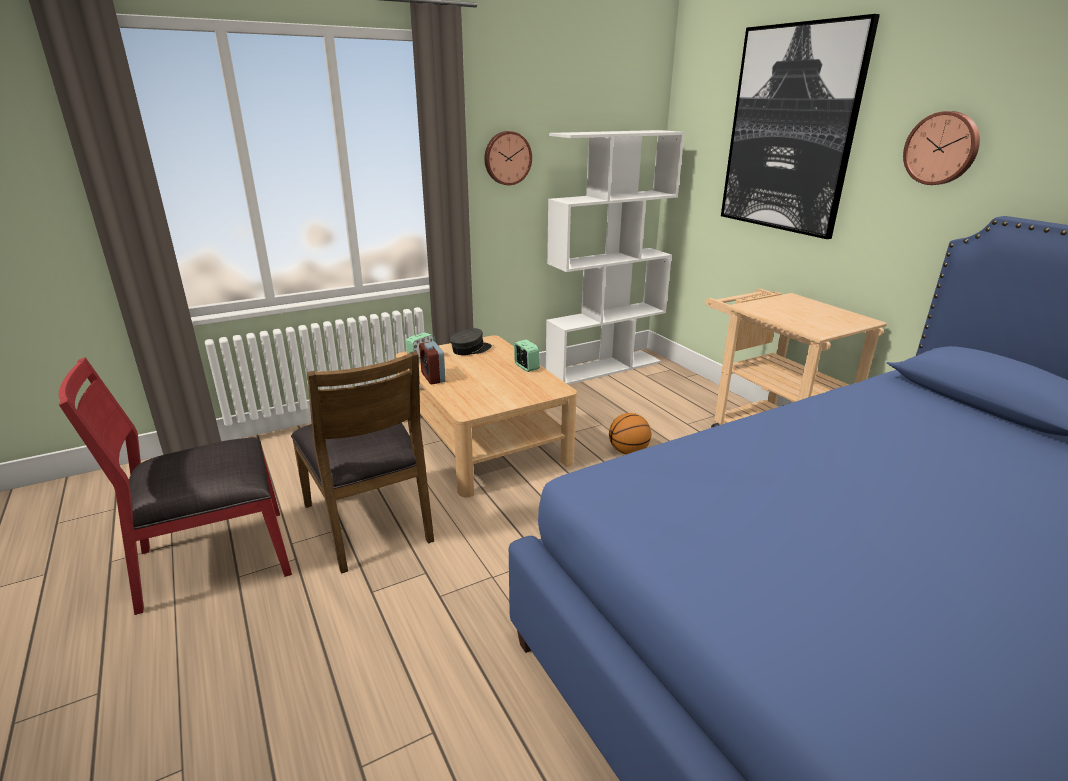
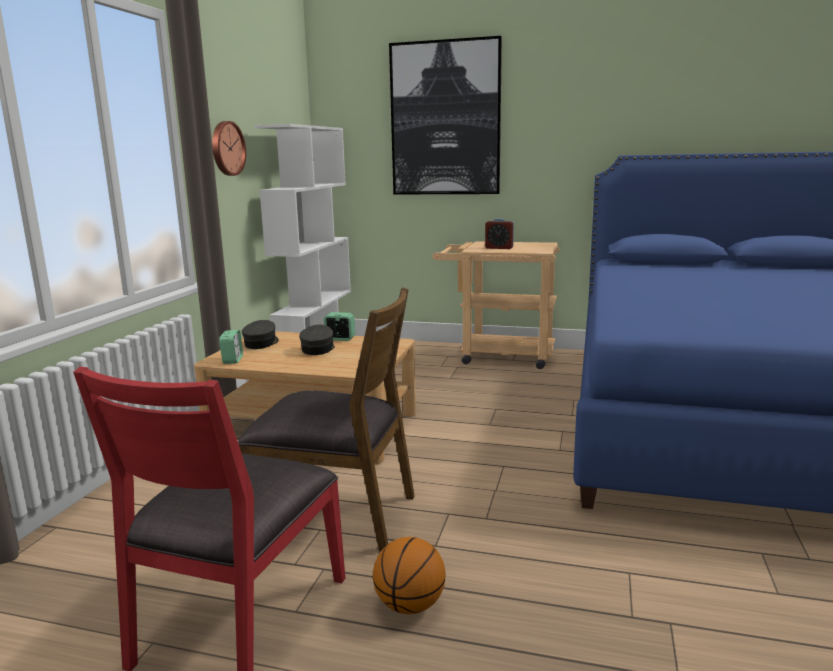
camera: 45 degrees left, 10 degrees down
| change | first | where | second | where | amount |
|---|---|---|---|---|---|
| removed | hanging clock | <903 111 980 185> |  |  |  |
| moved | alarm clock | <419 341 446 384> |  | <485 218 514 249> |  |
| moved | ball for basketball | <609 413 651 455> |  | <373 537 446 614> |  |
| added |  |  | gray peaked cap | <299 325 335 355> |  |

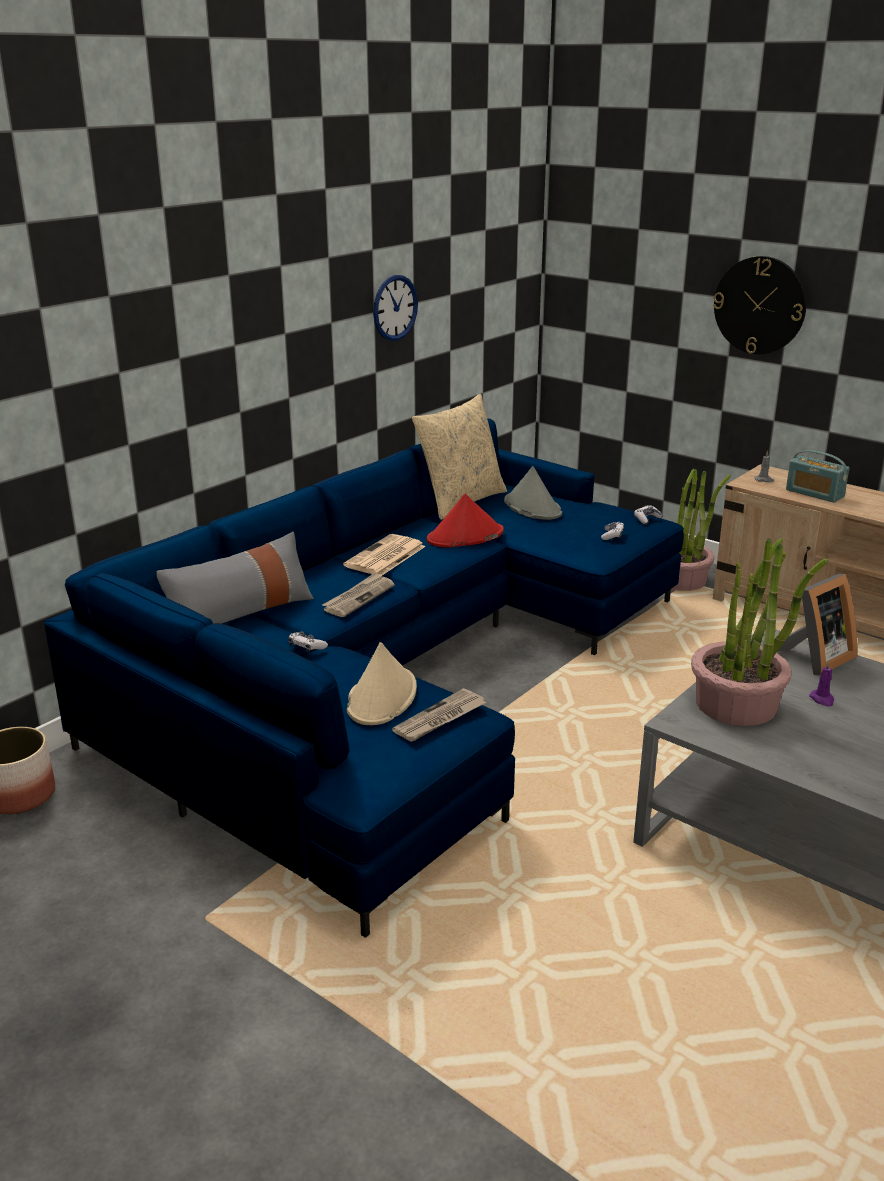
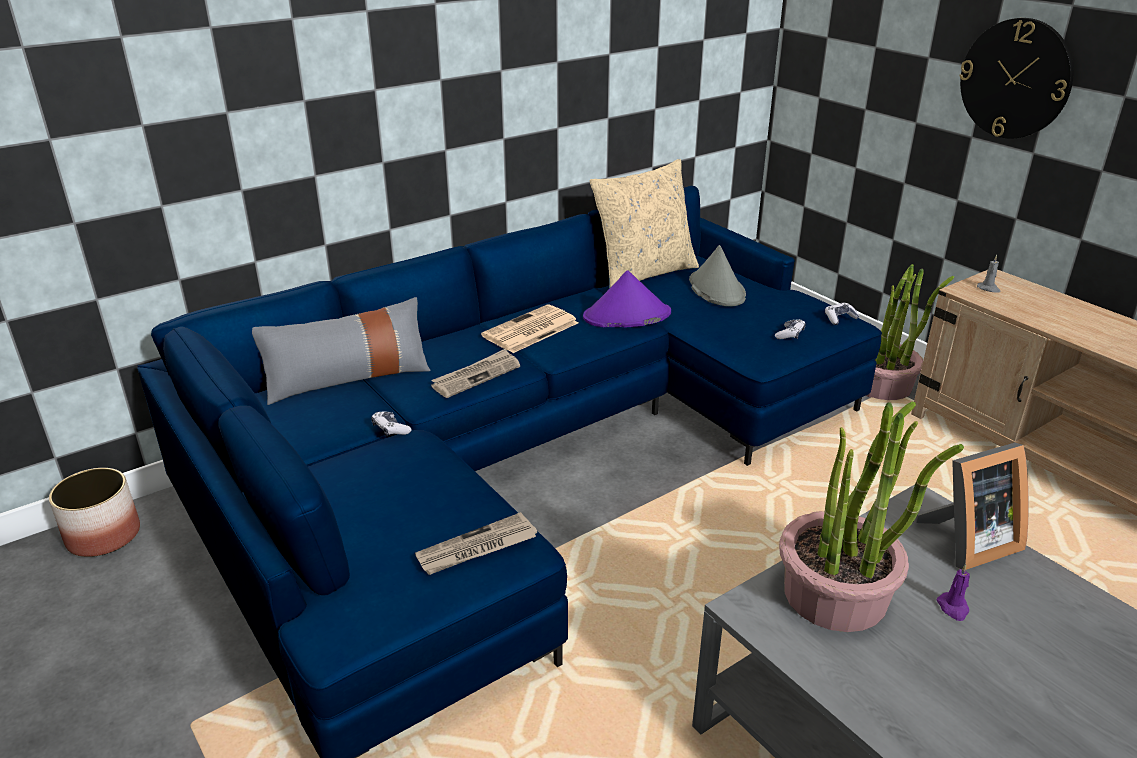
camera: 15 degrees right, 5 degrees up
| change | first | where | second | where | amount |
|---|---|---|---|---|---|
| removed | hanging clock | <373 275 418 341> |  |  |  |
| removed | radio receiver | <786 450 850 503> |  |  |  |
| recoloured | red hat | <427 494 504 548> | purplish hat | <583 271 671 327> |  |
| removed | beige-coloured hat | <347 642 417 725> |  |  |  |

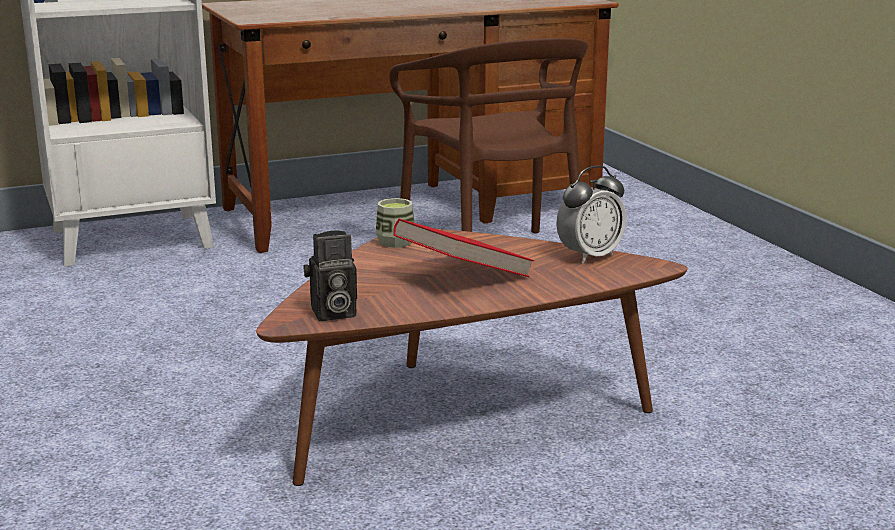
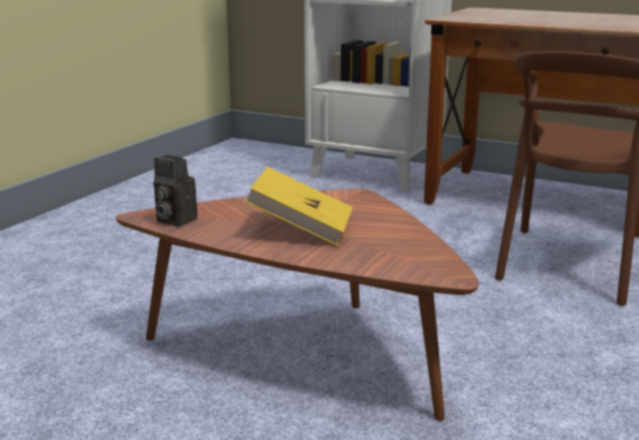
camera: 50 degrees right, 0 degrees up
| change | first | where | second | where | amount |
|---|---|---|---|---|---|
| removed | alarm clock | <556 166 626 263> |  |  |  |
| removed | drinking cup | <376 198 415 248> |  |  |  |
| recoloured | red volume | <393 219 534 277> | yellowish volume | <244 167 353 246> |  |

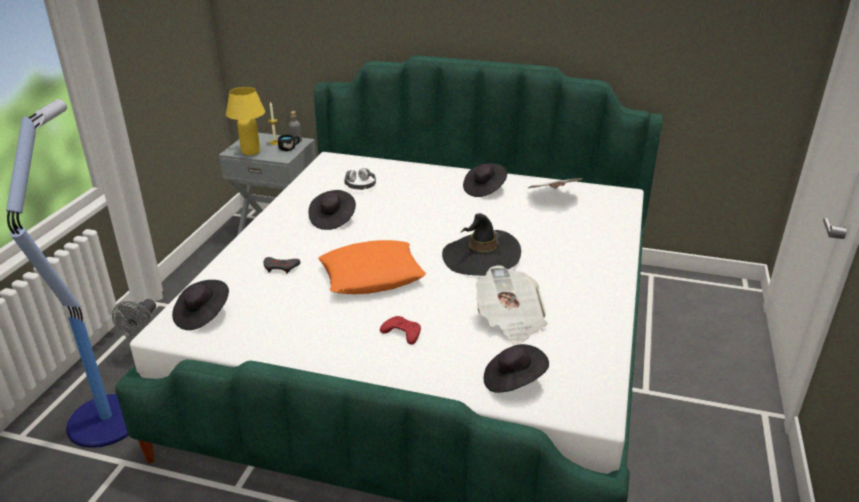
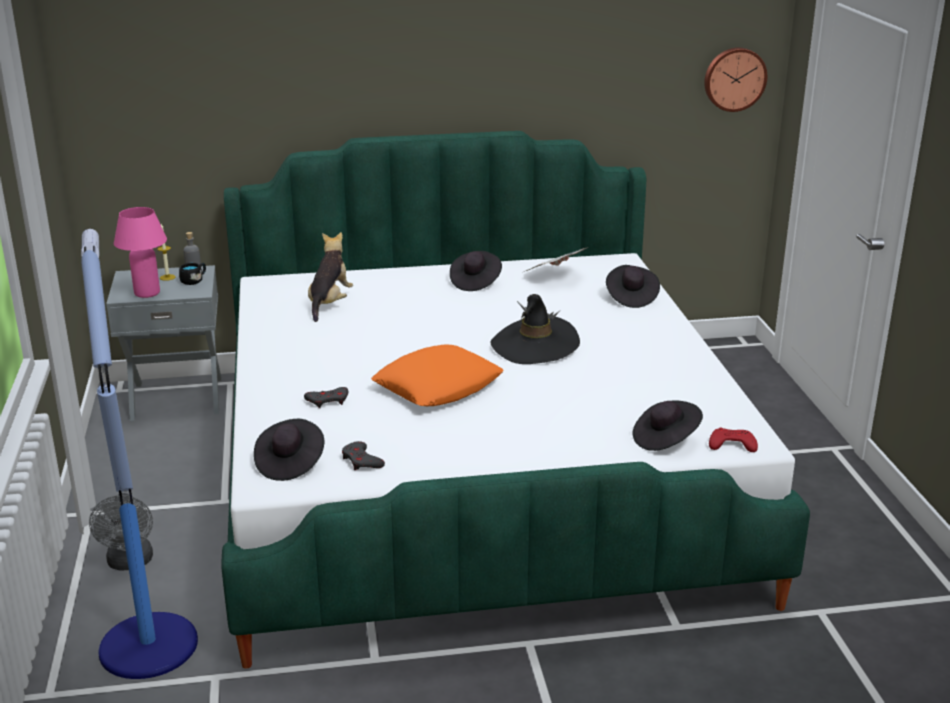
camera: 25 degrees left, 5 degrees down
| change | first | where | second | where | amount |
|---|---|---|---|---|---|
| recoloured | yellowish tabletop lamp | <226 87 265 155> | pink tabletop lamp | <114 207 167 298> |  |
| replaced | pair of headphones | <344 168 376 190> | cuddly toy | <308 232 353 322> |  |
| moved | black hat | <309 190 356 230> |  | <606 265 660 308> |  |
| removed | newspaper | <476 265 548 345> |  |  |  |
| moved | red game controller | <380 316 421 345> |  | <709 428 758 452> |  |
| added |  |  | hanging clock | <704 47 767 112> |  |
| added |  |  | gray game controller | <342 441 385 470> |  |

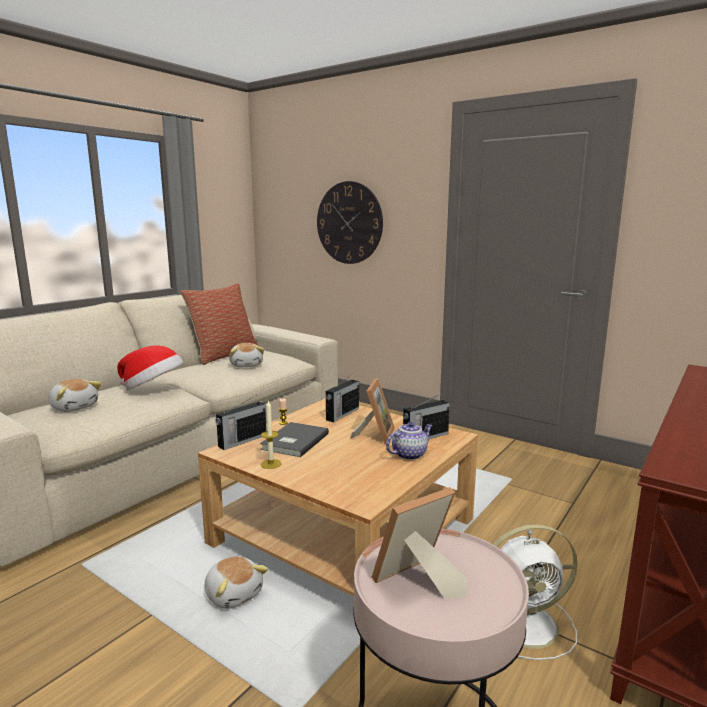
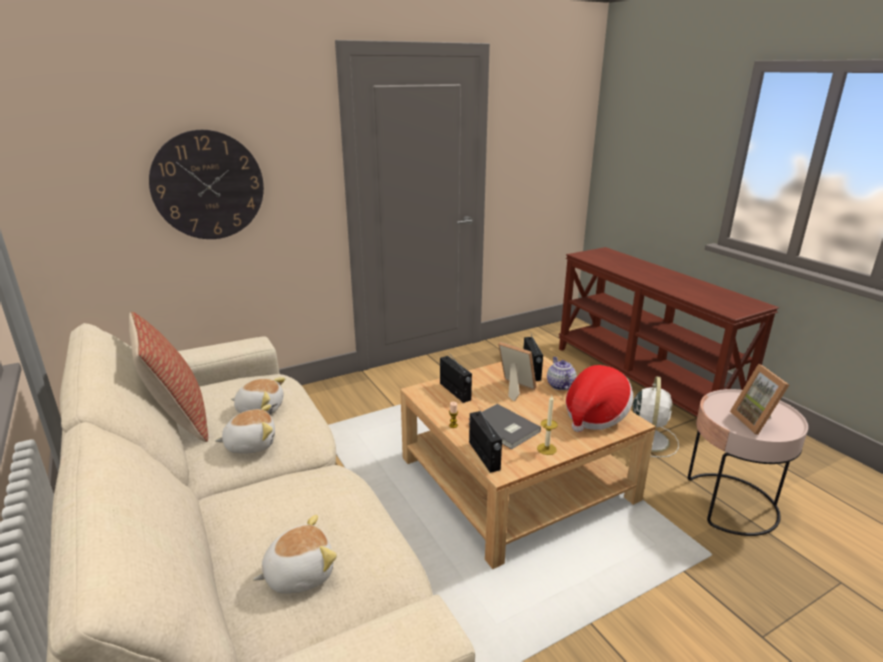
camera: 65 degrees left, 10 degrees up
| change | first | where | second | where | amount |
|---|---|---|---|---|---|
| moved | hat | <117 345 184 390> |  | <566 365 633 432> |  |
| moved | cuddly toy | <205 556 268 609> |  | <215 404 275 454> |  |

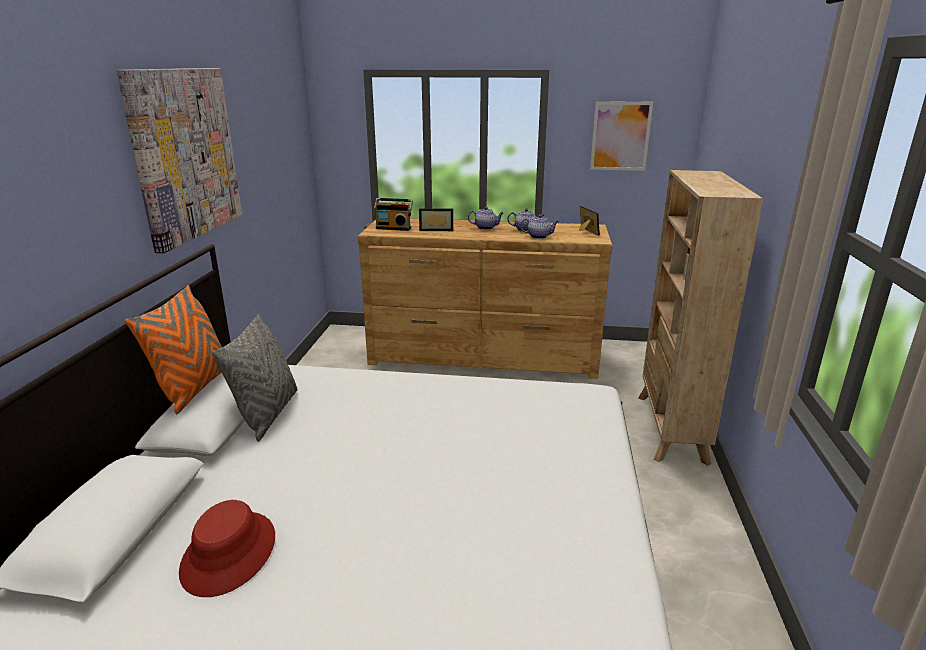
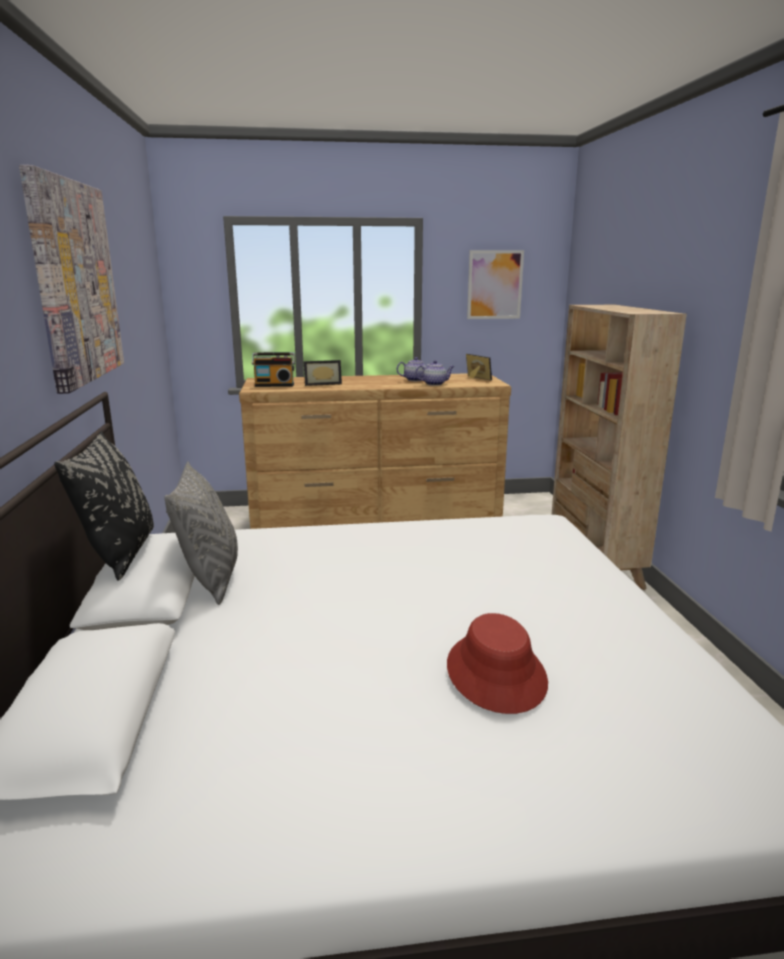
camera: 15 degrees left, 5 degrees down
| change | first | where | second | where | amount |
|---|---|---|---|---|---|
| removed | tea pot | <468 207 504 230> |  |  |  |
| recoloured | orangey pillow | <125 285 222 414> | black pillow | <54 431 154 581> |  |
| moved | red hat | <179 500 275 597> |  | <447 613 548 714> |  |

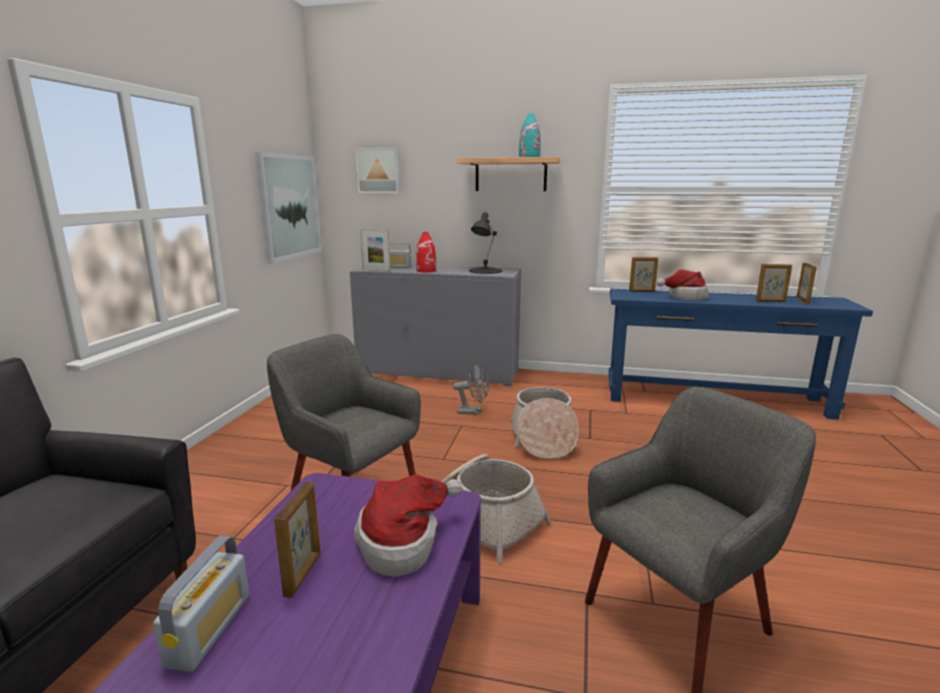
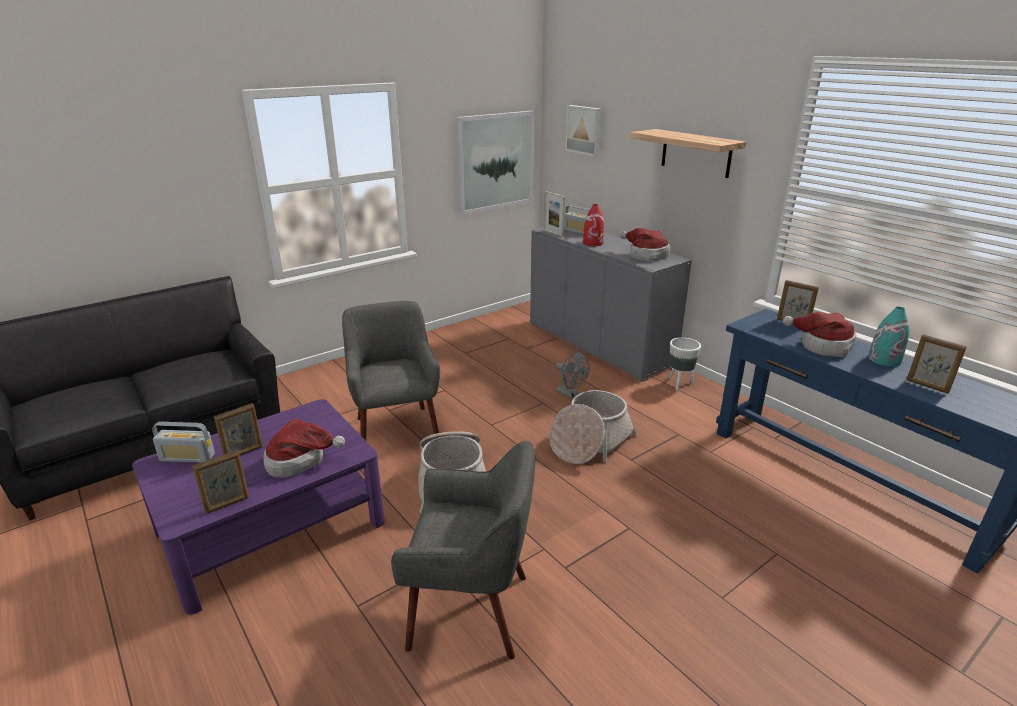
camera: 40 degrees right, 10 degrees up
| change | first | where | second | where | amount |
|---|---|---|---|---|---|
| moved | turquoise vase | <519 113 541 157> |  | <868 307 909 367> |  |
| replaced | black tabletop lamp | <469 212 502 274> | hat | <620 228 671 262> |  |
| moved | photo frame | <796 263 816 304> |  | <192 450 249 514> |  |
| turned | radio receiver | <153 536 249 672> |  | <152 422 215 463> | 45 degrees clockwise |
| added |  |  | white-coloured plant pot | <669 337 701 390> |  |

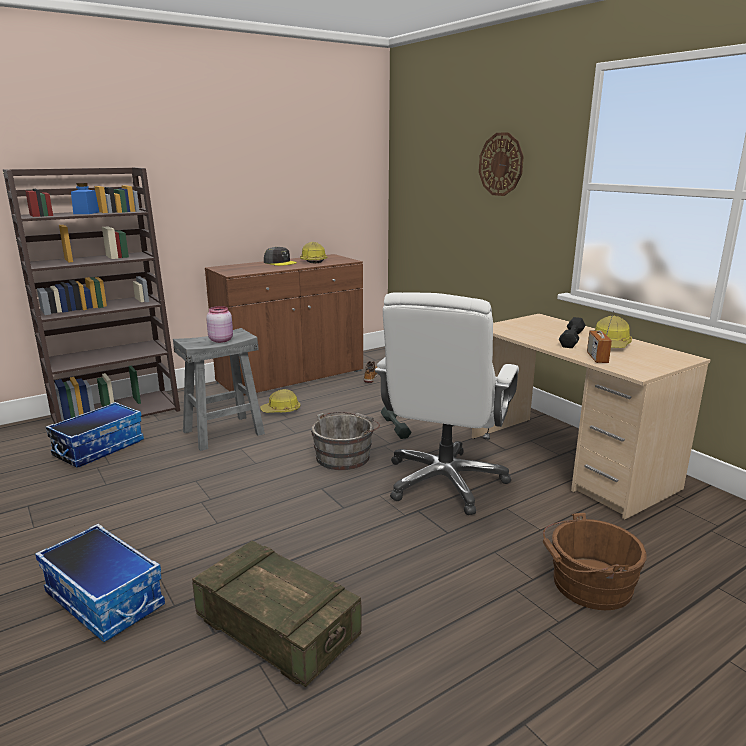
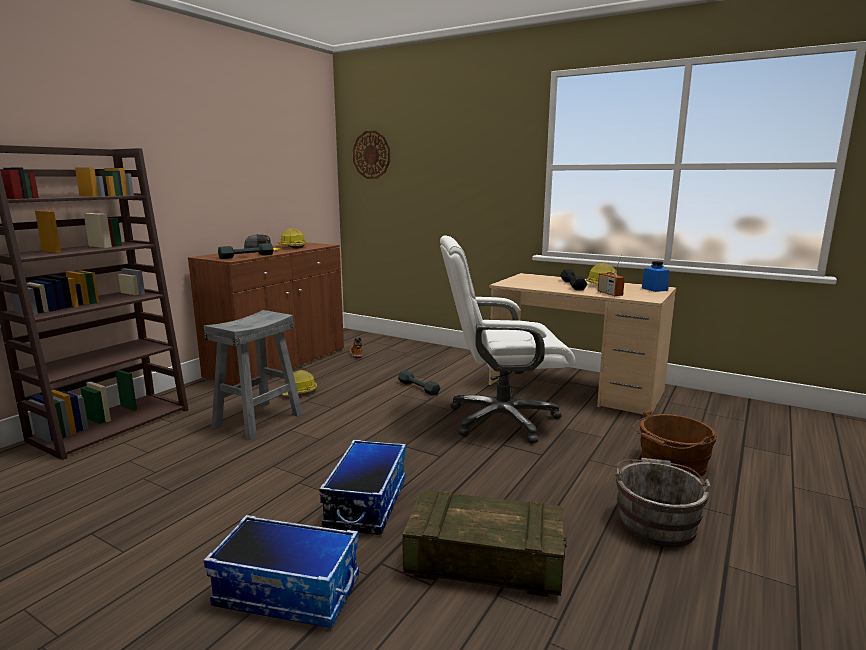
camera: 25 degrees left, 5 degrees down
| change | first | where | second | where | amount |
|---|---|---|---|---|---|
| moved | hanging clock | <479 132 524 196> |  | <353 131 390 179> |  |
| moved | blue-coloured storage jar | <71 183 99 214> |  | <642 261 669 292> |  |
| turned | white-coloured computer chair | <375 292 519 515> |  | <440 235 575 443> | 90 degrees clockwise |
| removed | pink storage jar | <206 306 233 343> |  |  |  |
| moved | storage container | <46 402 144 468> |  | <319 440 406 535> |  |
| moved | gray water bucket | <311 412 380 470> |  | <615 458 710 547> |  |
| added |  |  | gray free weight | <218 243 273 259> |  |

